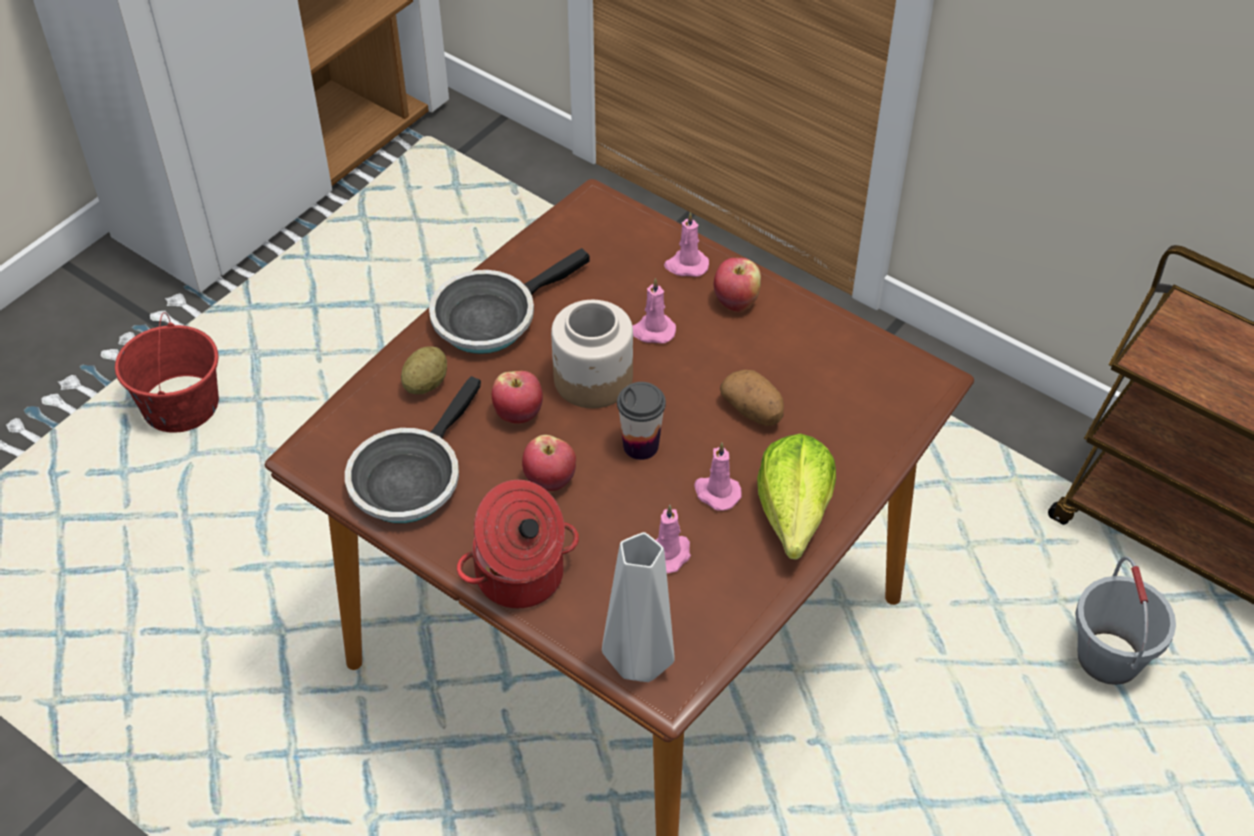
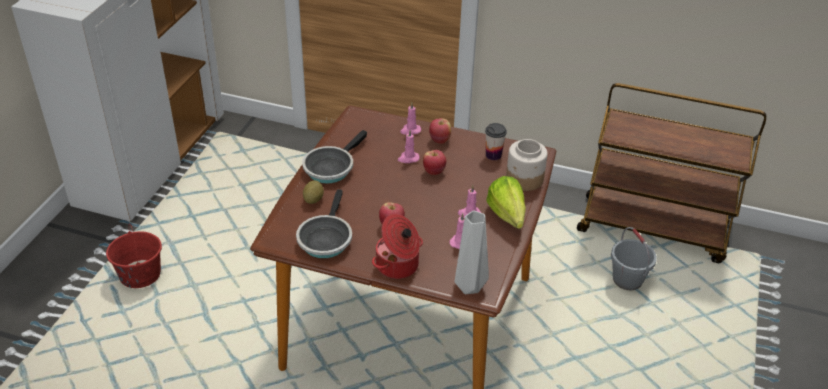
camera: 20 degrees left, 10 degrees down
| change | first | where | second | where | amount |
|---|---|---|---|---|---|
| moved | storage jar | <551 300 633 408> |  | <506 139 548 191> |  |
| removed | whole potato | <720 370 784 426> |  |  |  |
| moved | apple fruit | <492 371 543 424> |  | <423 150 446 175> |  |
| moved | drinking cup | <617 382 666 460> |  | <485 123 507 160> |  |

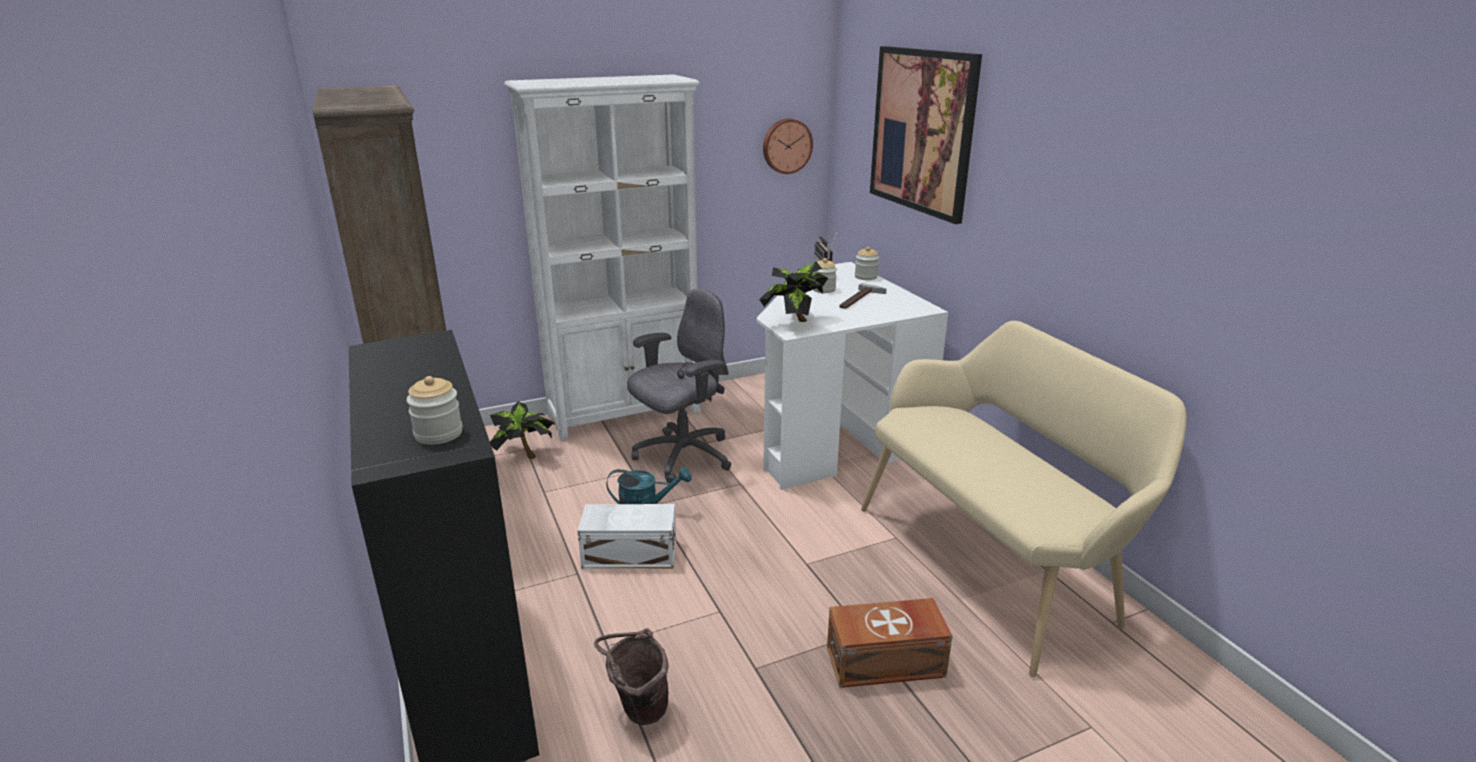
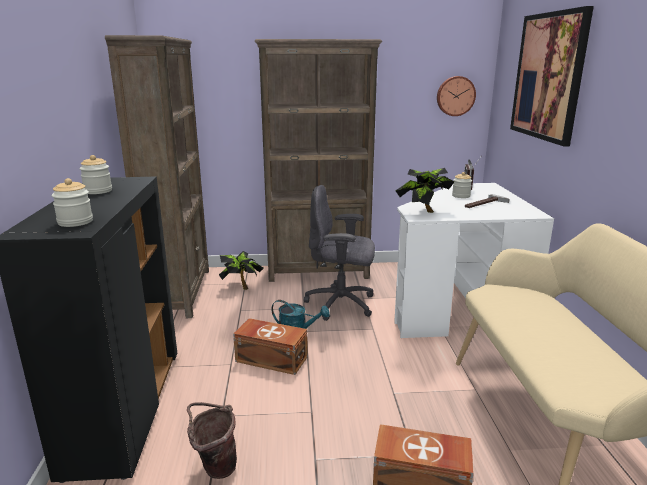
camera: 20 degrees right, 5 degrees down
| change | first | where | second | where | amount |
|---|---|---|---|---|---|
| recoloured | white-coloured bookcase | <504 74 701 440> | brown-coloured bookcase | <255 39 382 282> |  |
| moved | storage jar | <855 247 879 280> |  | <80 155 112 194> |  |
| turned | gray computer chair | <627 289 732 483> |  | <304 185 375 321> | 150 degrees counterclockwise |
| recoloured | white-coloured storage container | <578 504 676 569> | brown-coloured storage container | <233 318 308 375> |  |

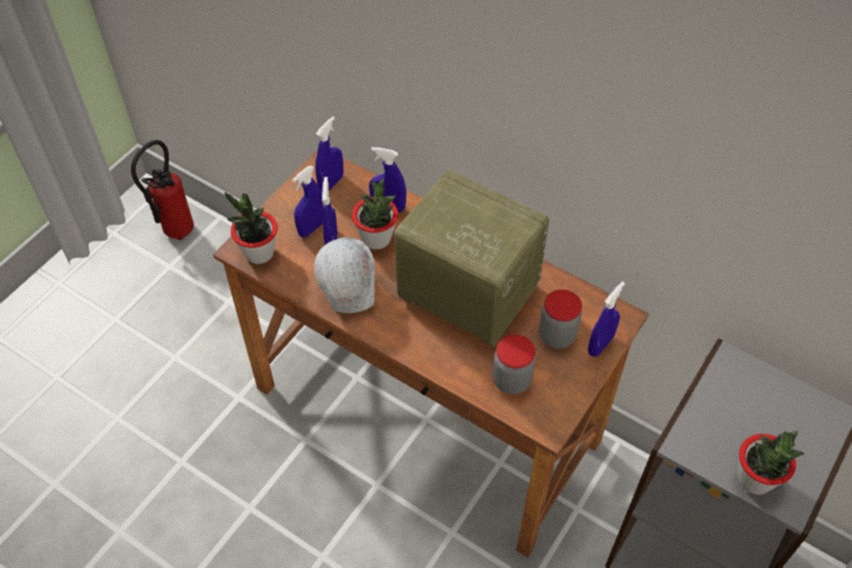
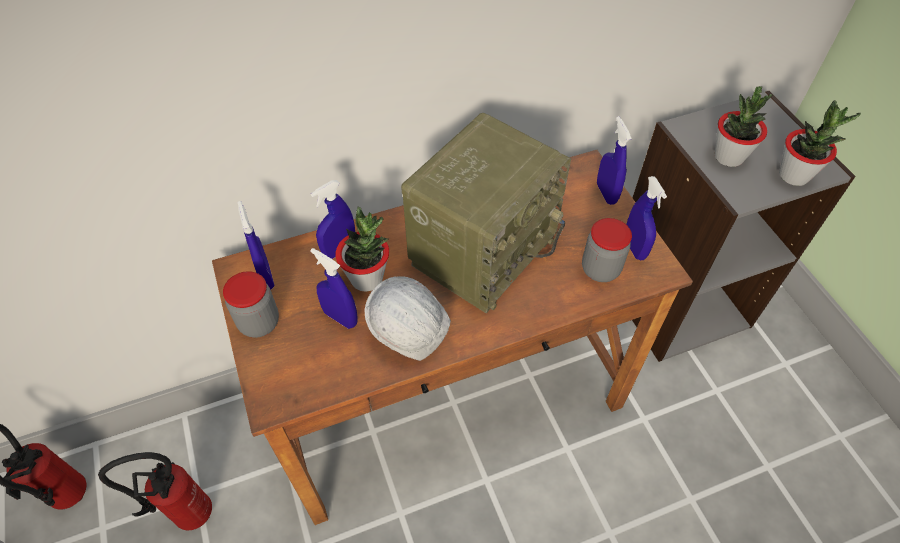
camera: 55 degrees left, 0 degrees up
| change | first | where | second | where | amount |
|---|---|---|---|---|---|
| moved | blue-coloured sprayer | <292 166 323 238> |  | <626 176 667 260> |  |
| turned | radio receiver | <394 170 549 347> |  | <401 113 571 313> | 150 degrees clockwise |
| moved | houseplant | <225 192 278 264> |  | <715 86 772 167> |  |
| moved | storage jar | <539 290 582 349> |  | <223 271 279 338> |  |
| added |  |  | extinguisher | <98 452 212 530> |  |

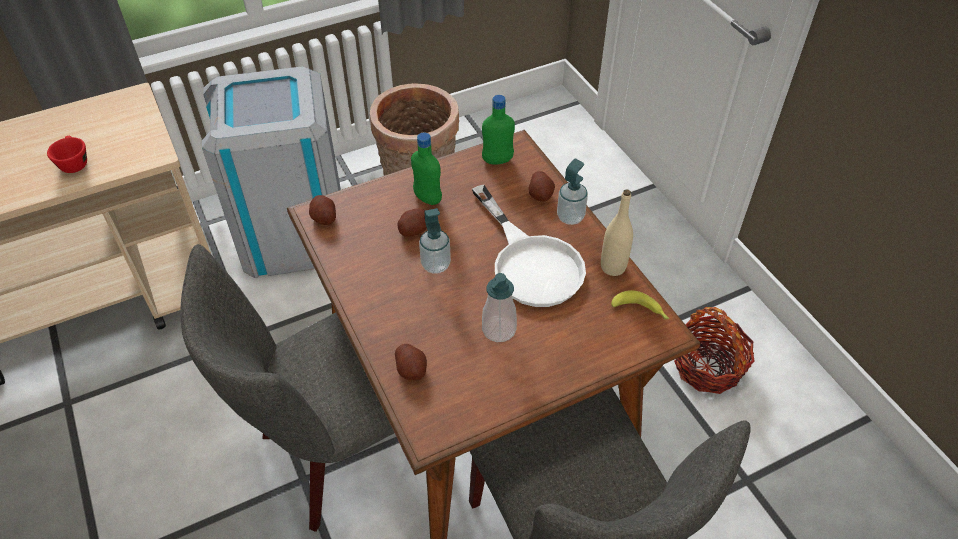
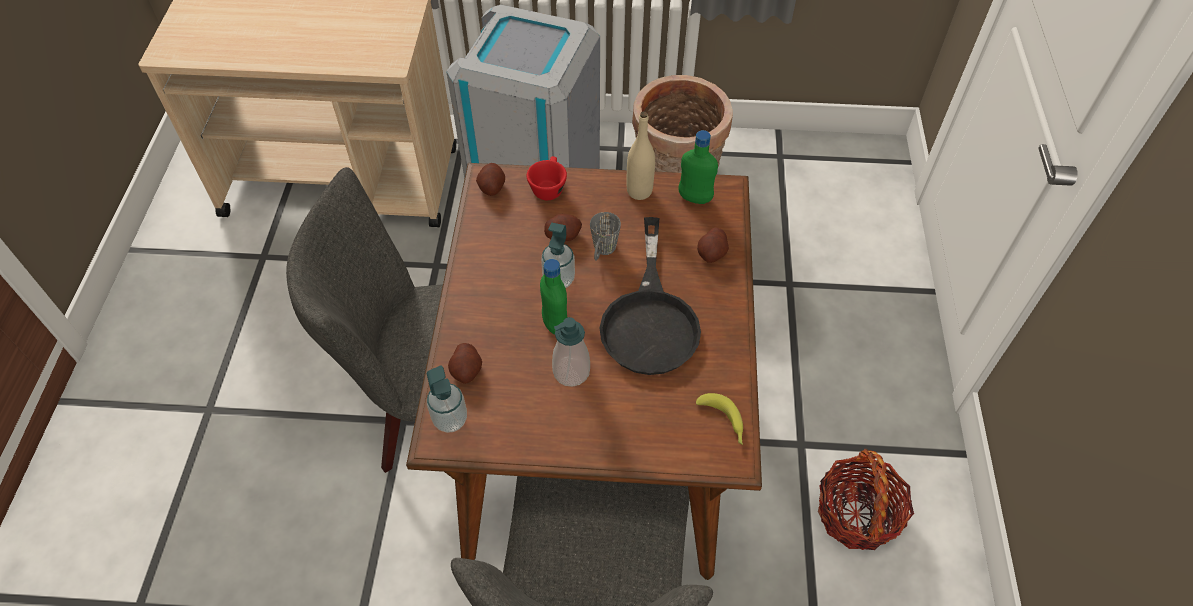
camera: 30 degrees right, 5 degrees up
| change | first | where | second | where | amount |
|---|---|---|---|---|---|
| moved | greenish bottle | <411 133 442 205> |  | <540 259 568 334> |  |
| moved | red drinking cup | <47 136 87 173> |  | <527 156 567 200> |  |
| moved | liquid soap bottle | <557 159 588 225> |  | <427 365 467 433> |  |
| recoloured | white-coloured pan | <472 185 586 307> | black pan | <599 217 701 375> |  |
| moved | beige-coloured bottle | <601 189 633 276> |  | <627 111 655 200> |  |
| added |  |  | gray tea mug | <590 212 621 261> |  |

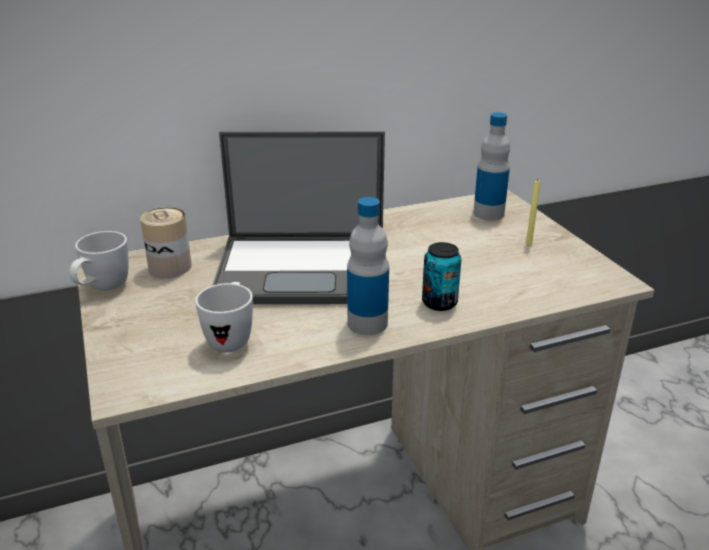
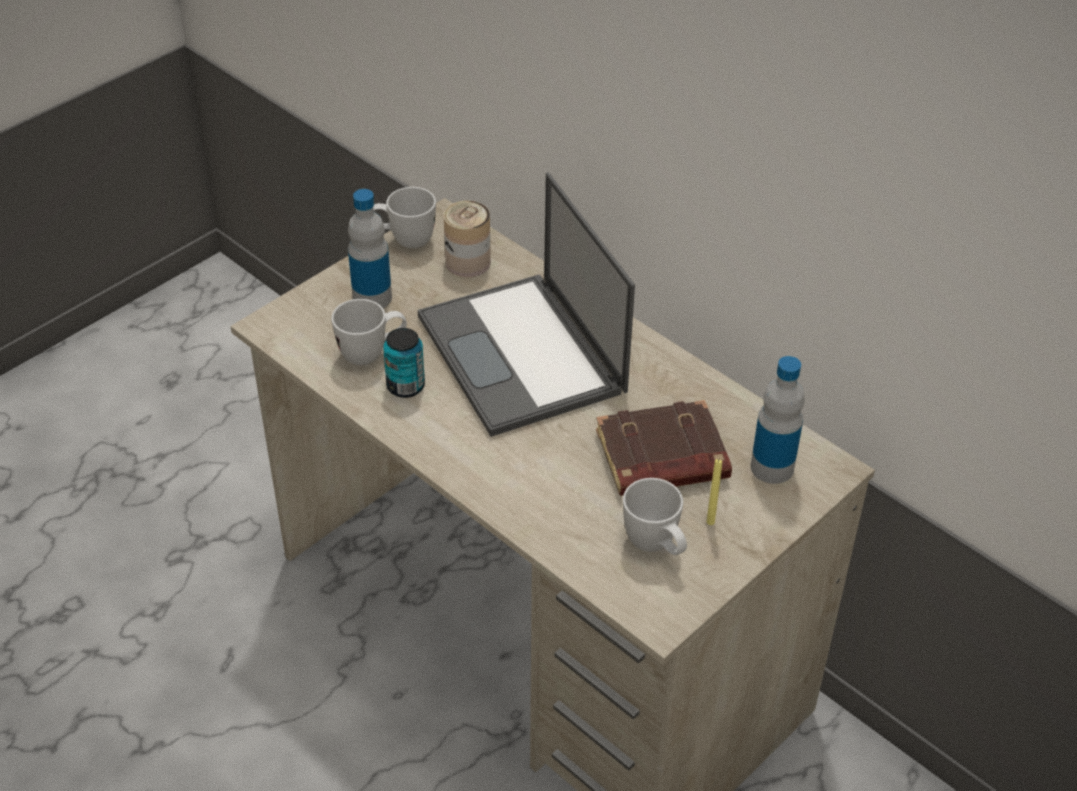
camera: 65 degrees right, 15 degrees up
| change | first | where | second | where | amount |
|---|---|---|---|---|---|
| moved | bottle | <347 197 389 335> |  | <348 189 392 308> |  |
| moved | sealed can | <422 242 462 311> |  | <383 328 425 398> |  |
| added |  |  | brown-coloured volume | <596 400 732 496> |  |
| added |  |  | white-coloured tea mug | <623 478 687 555> |  |

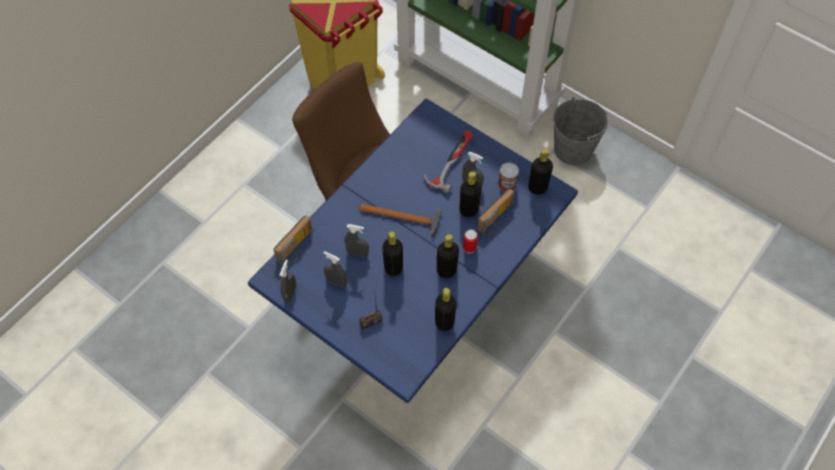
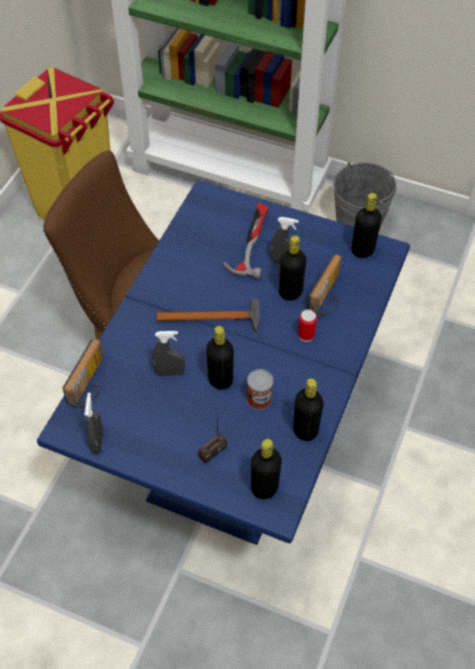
camera: 15 degrees left, 5 degrees down
| change | first | where | second | where | amount |
|---|---|---|---|---|---|
| moved | sealed can | <498 162 519 192> |  | <247 369 273 410> |  |
| moved | black bottle | <437 234 459 278> |  | <251 439 282 499> |  |
| removed | gray sprayer | <323 251 347 288> |  |  |  |

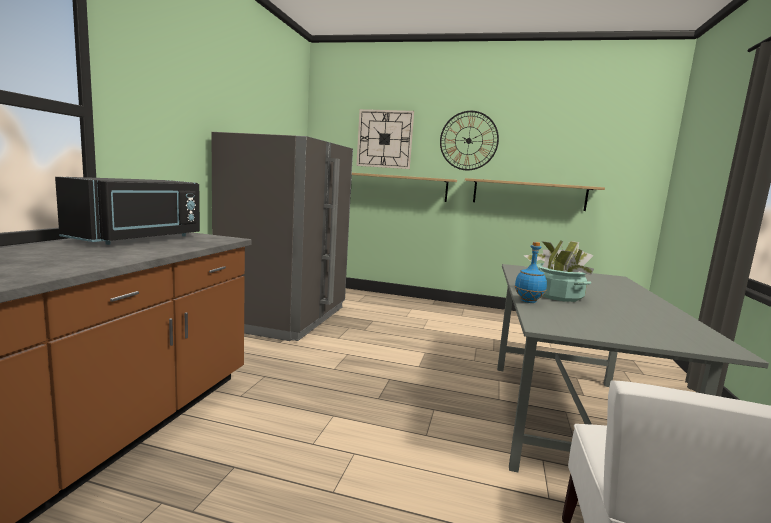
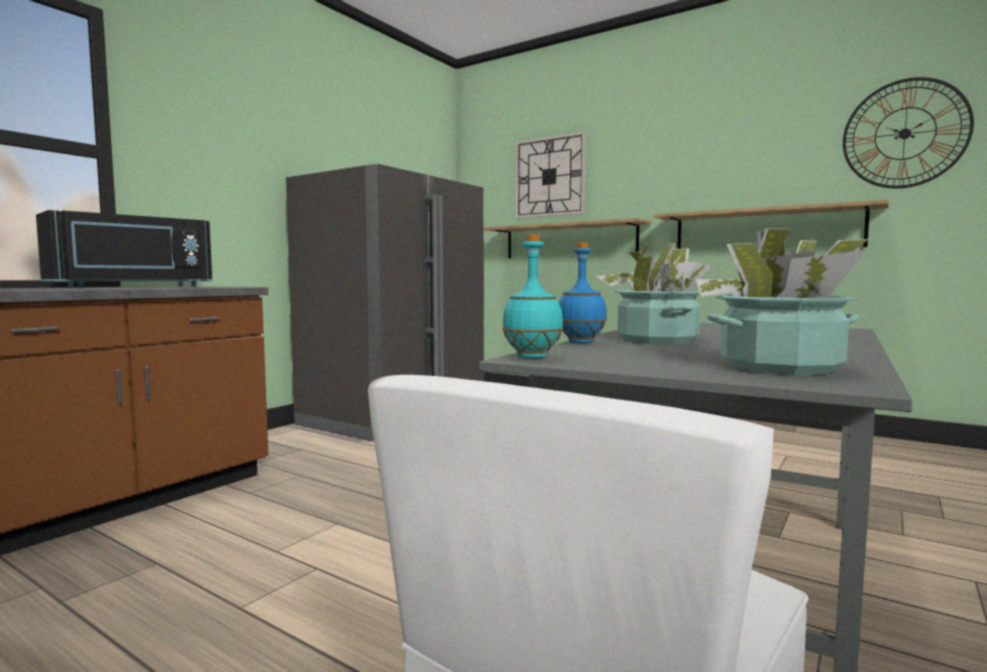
camera: 20 degrees right, 5 degrees down
| change | first | where | second | where | amount |
|---|---|---|---|---|---|
| moved | hanging clock | <440 111 499 170> |  | <843 77 974 189> |  |
| added |  |  | houseplant | <696 228 868 375> |  |
| added |  |  | turquoise bottle | <502 234 563 359> |  |

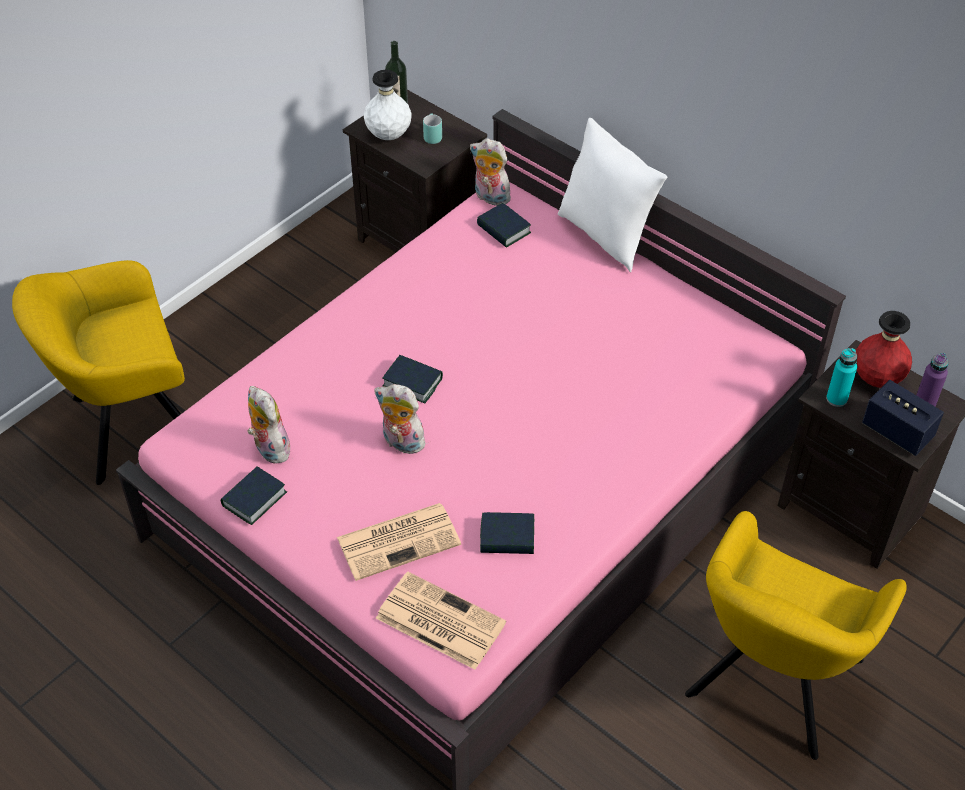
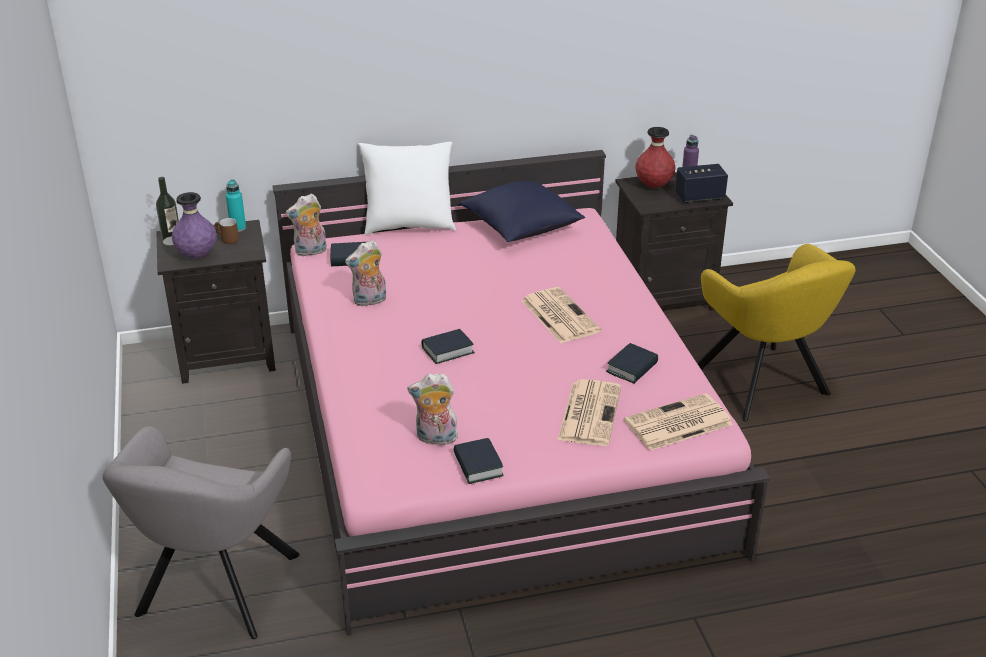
camera: 55 degrees left, 15 degrees down
| change | first | where | second | where | amount |
|---|---|---|---|---|---|
| recoloured | white-coloured vase | <364 70 412 140> | purplish vase | <172 192 217 259> |  |
| recoloured | turquoise tea mug | <423 113 442 144> | brown-coloured tea mug | <215 218 239 244> |  |
| recoloured | yellowish easy chair | <12 260 185 485> | gray easy chair | <102 426 300 639> |  |
| moved | turquoise bottle | <826 348 857 407> |  | <226 179 246 232> |  |
| moved | cuddly toy | <374 384 425 456> |  | <345 240 386 307> |  |
| added |  |  | blue-coloured pillow | <459 181 585 242> |  |
| added |  |  | newspaper | <522 287 601 343> |  |

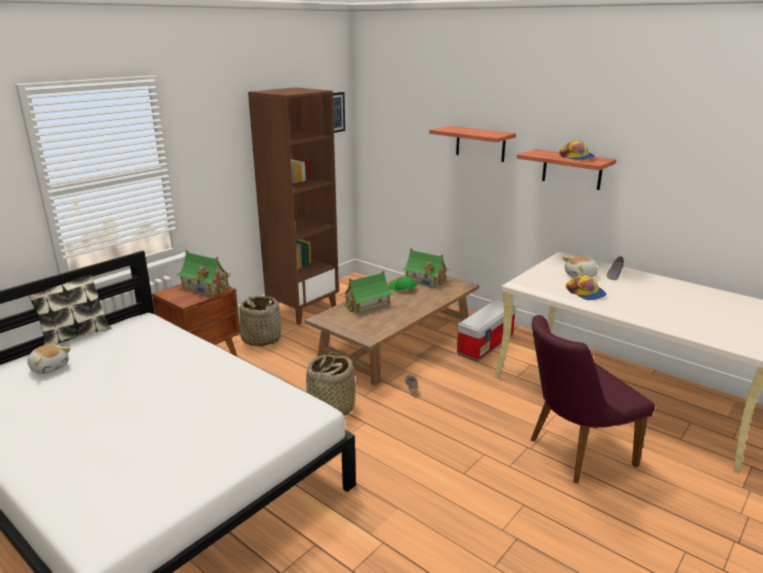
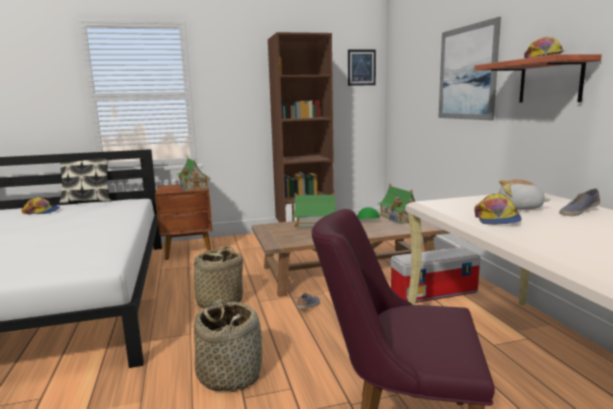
camera: 35 degrees right, 10 degrees down
| change | first | where | second | where | amount |
|---|---|---|---|---|---|
| replaced | bracket shelf | <429 126 516 162> | picture | <438 17 501 120> |  |
| moved | storage basket | <239 296 281 346> |  | <194 300 262 392> |  |
| replaced | cuddly toy | <27 344 71 374> | peaked cap | <22 197 60 215> |  |

